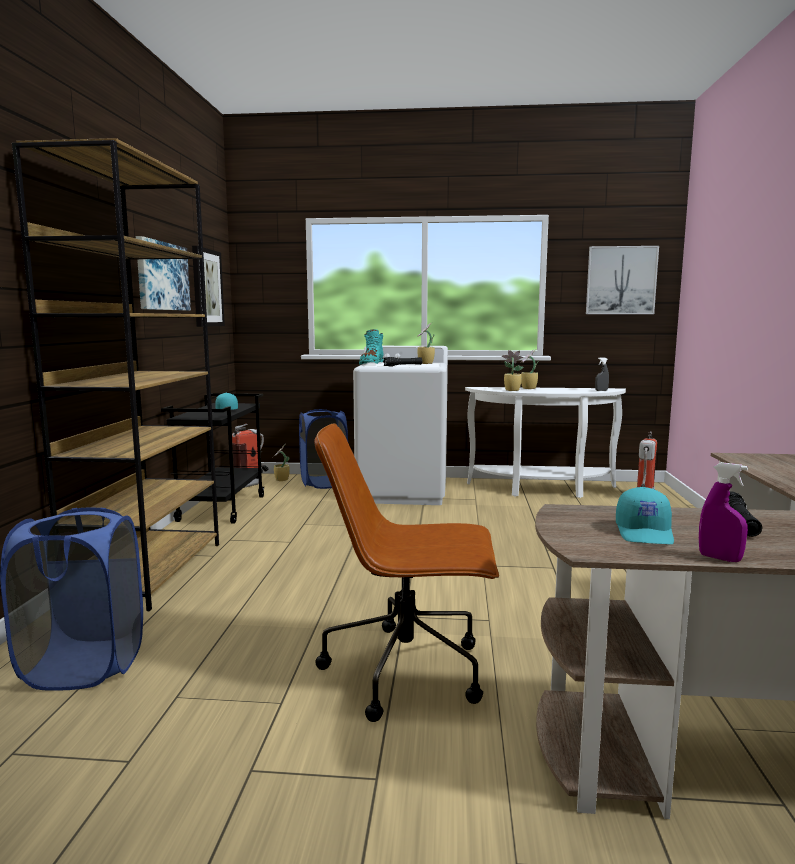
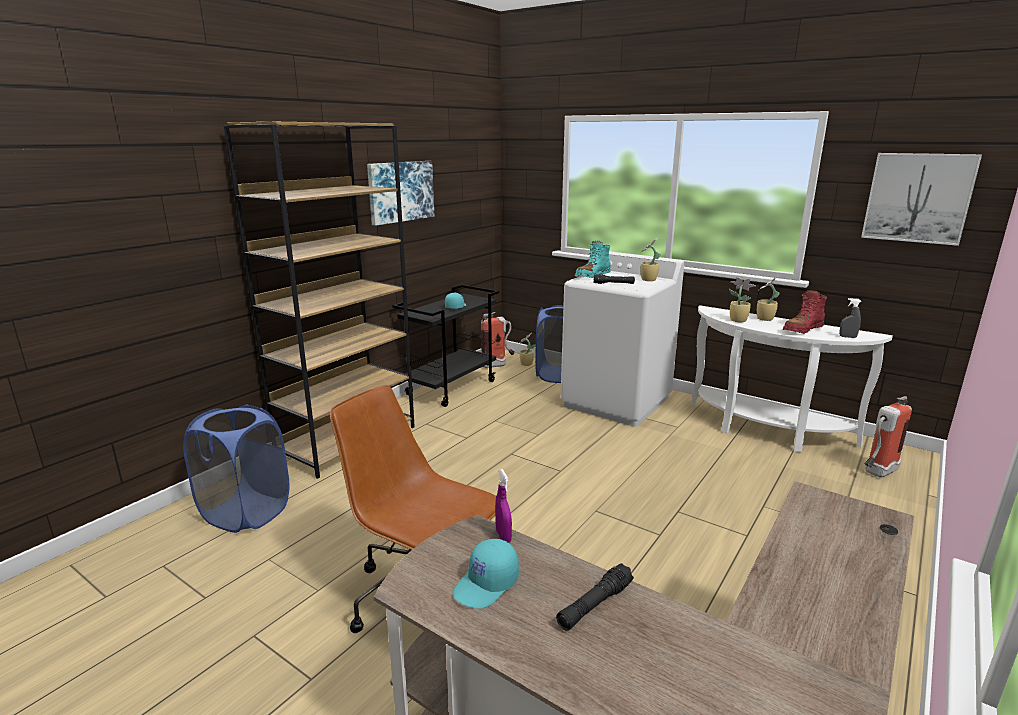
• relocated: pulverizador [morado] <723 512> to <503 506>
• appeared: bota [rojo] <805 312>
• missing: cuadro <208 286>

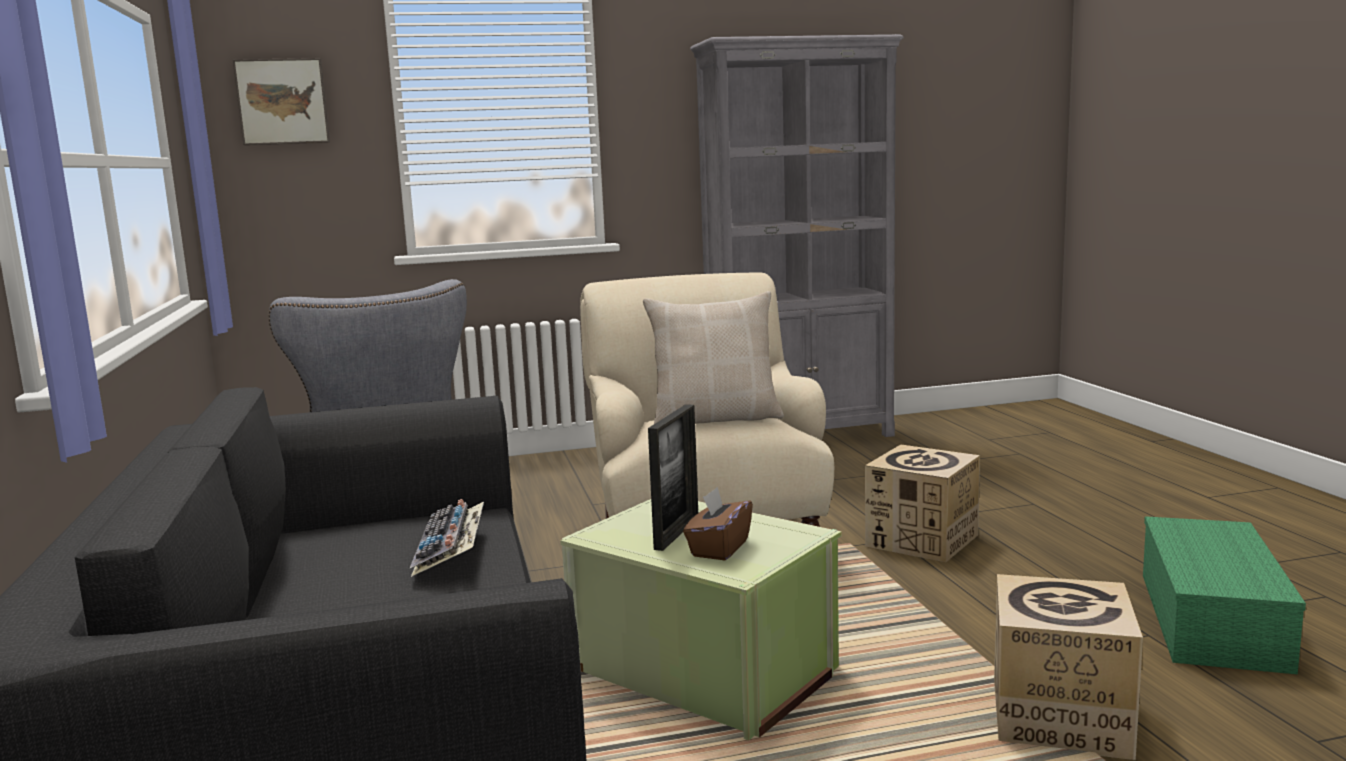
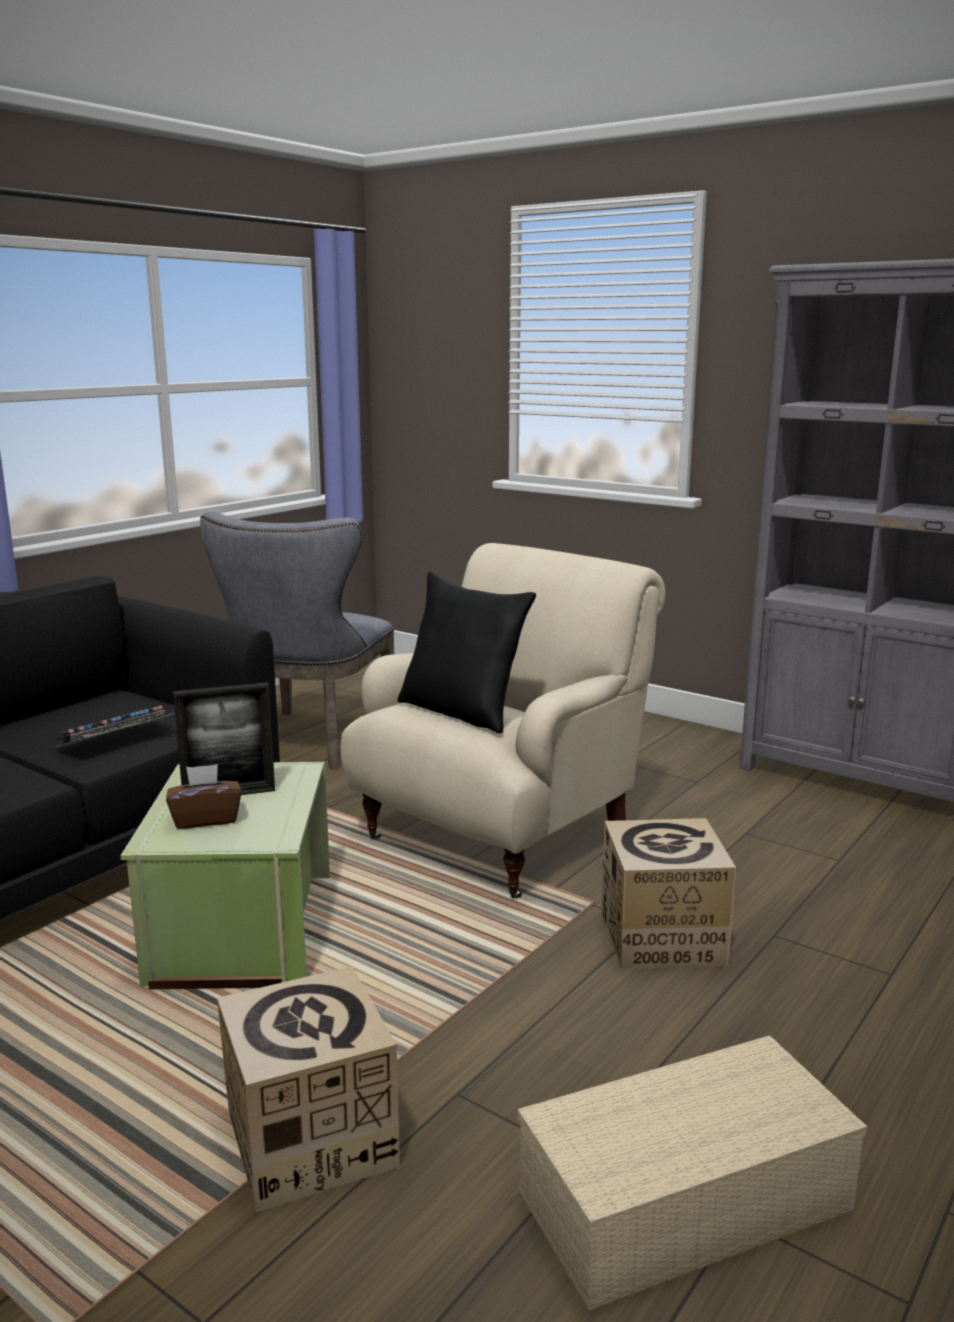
• colour: cojín [beis] <713 357> to cojín [negro] <466 652>
• colour: caja de almacenaje [verde] <1224 595> to caja de almacenaje [beis] <692 1172>
• missing: cuadro <281 101>

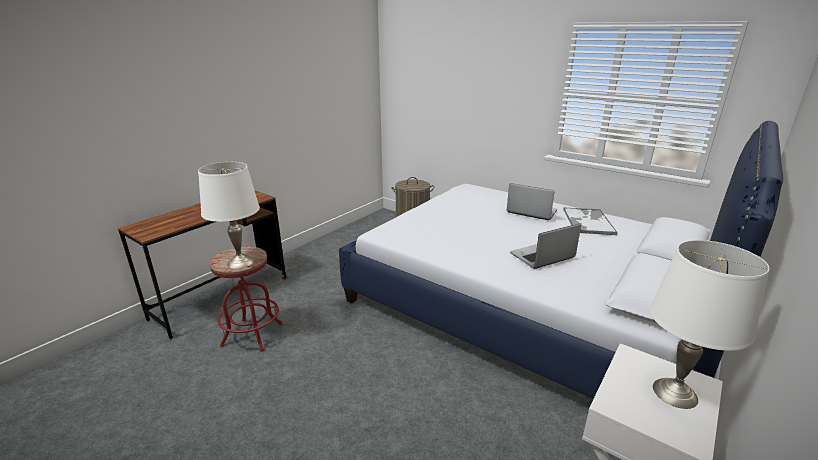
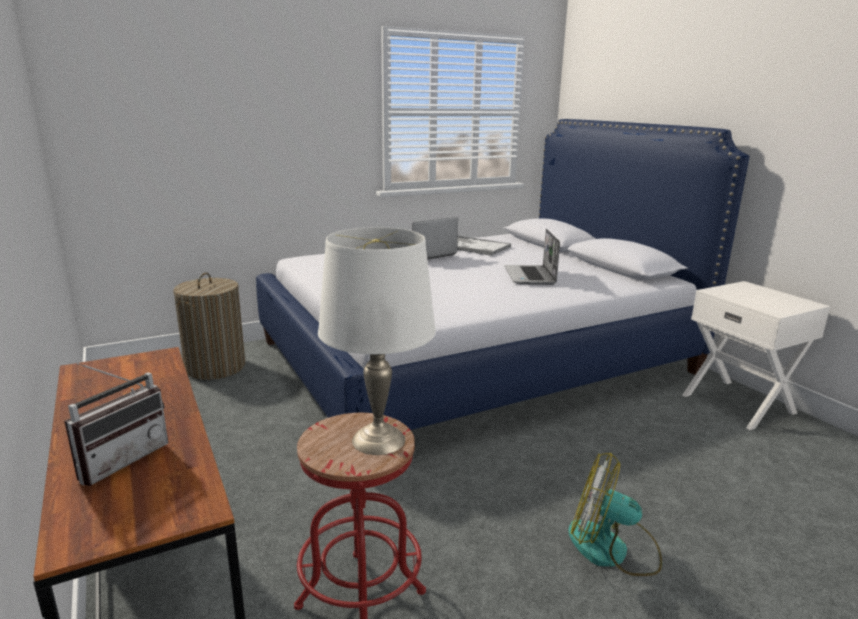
• appeared: radio <116 424>
• appeared: ventilador <615 514>
• missing: lámpara de mesa [blanco] <709 324>

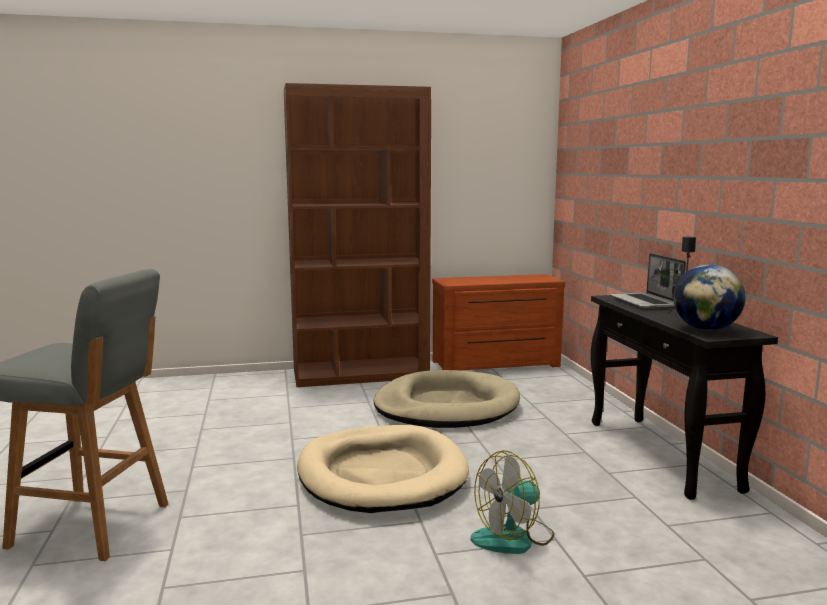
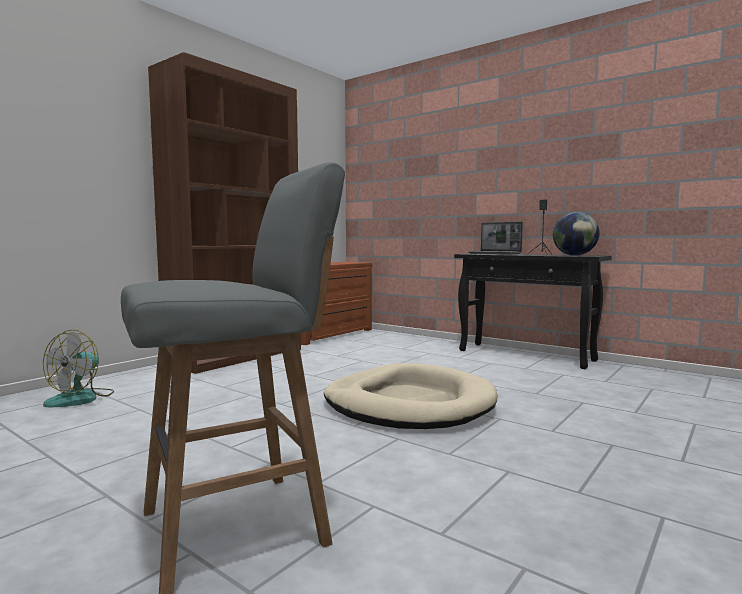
• relocated: ventilador <513 502> to <78 368>
• missing: cama para perro [beis] <447 399>

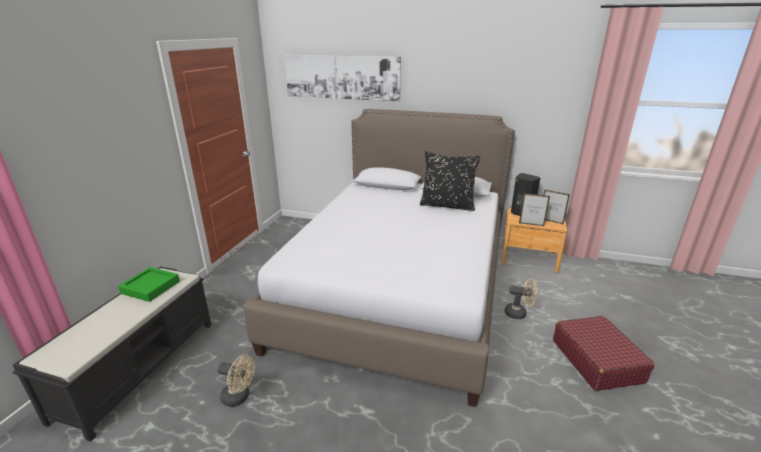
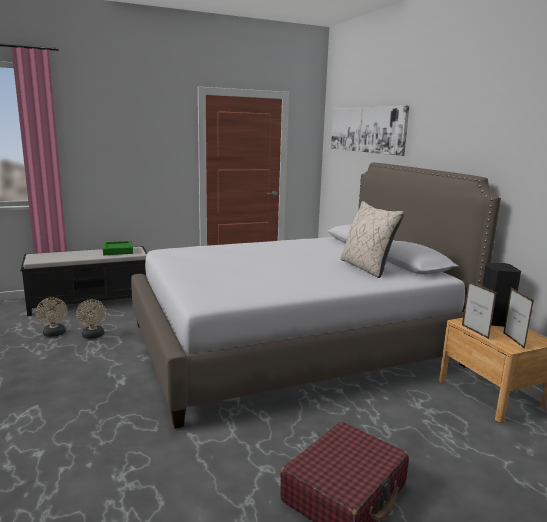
• relocated: ventilador [beis] <521 298> to <52 317>
• colour: cojín [negro] <450 181> to cojín [beis] <372 239>

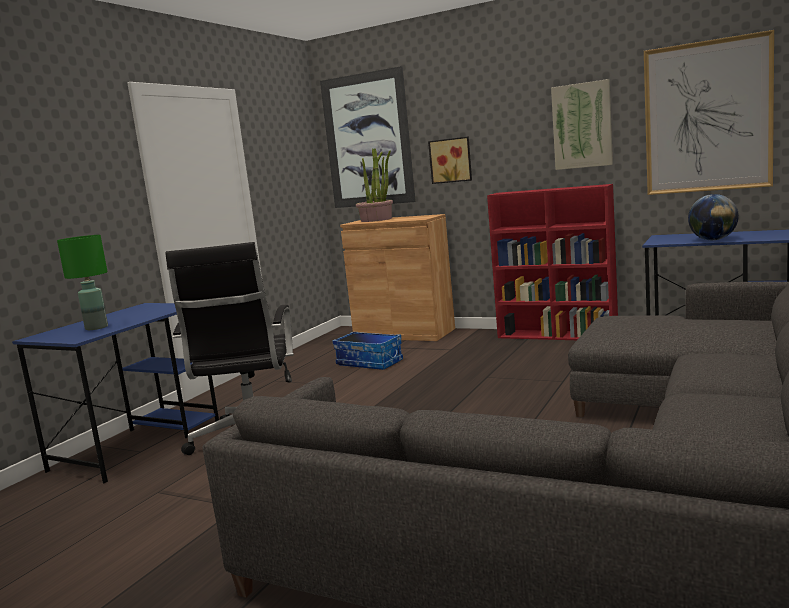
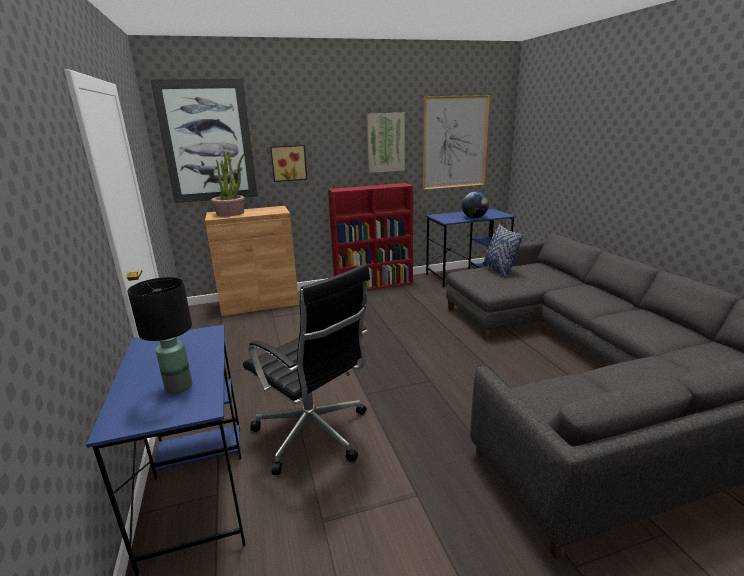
• colour: lámpara de mesa [verde] <82 282> to lámpara de mesa [negro] <159 335>
• appeared: cojín [azul] <503 251>
• missing: caja de almacenaje <367 351>

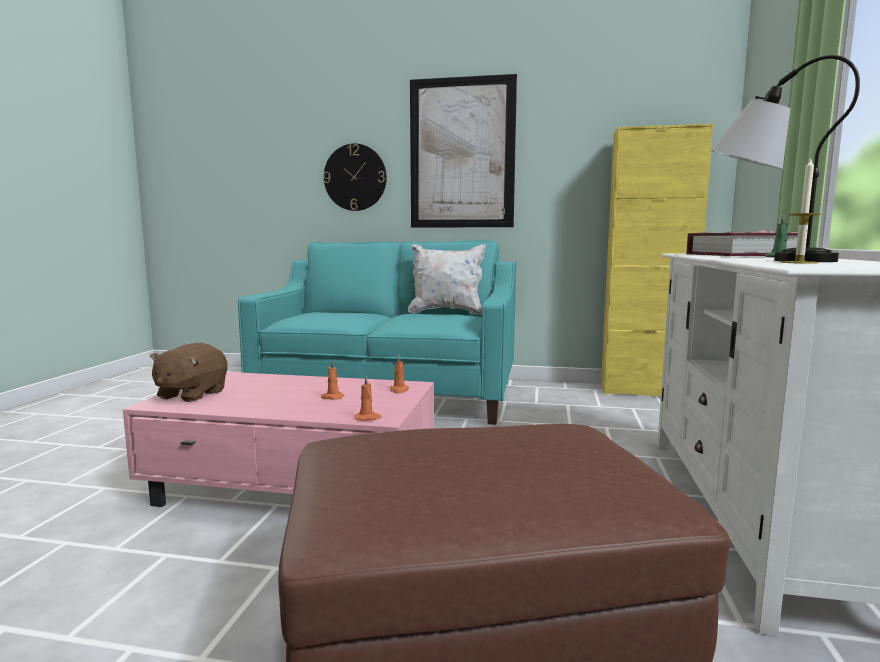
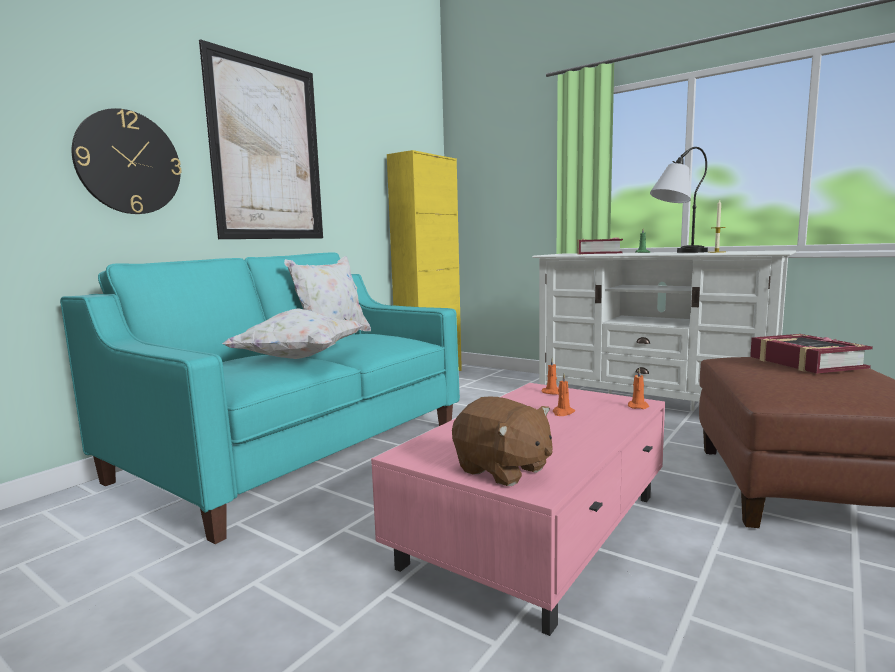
• appeared: cojín [blanco] <292 333>
• appeared: libro <811 353>

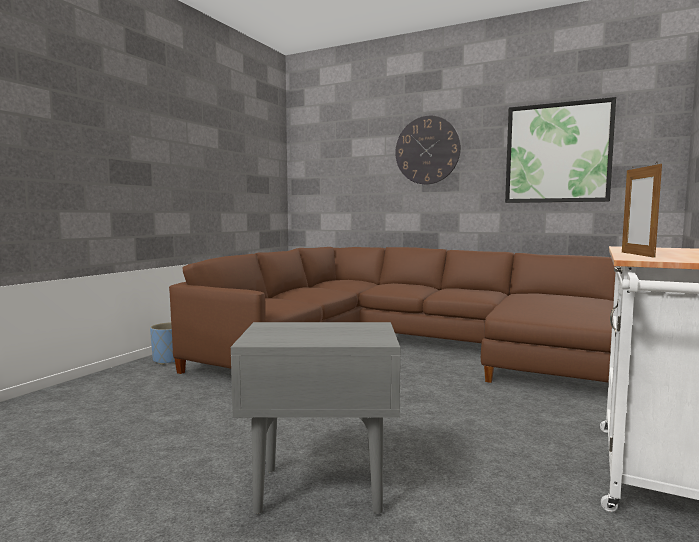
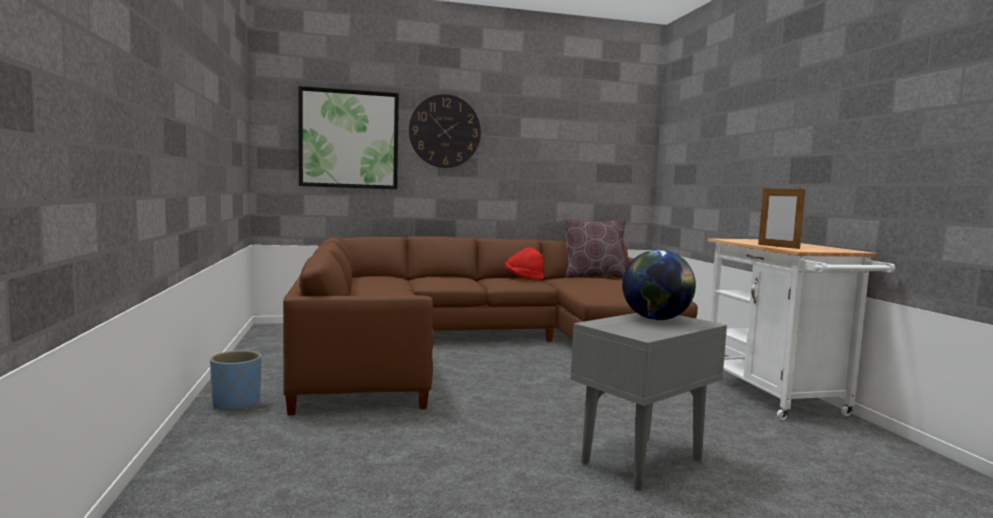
• relocated: cuadro <560 150> to <348 137>
• appeared: sombrero [rojo] <524 263>
• appeared: cojín [marrón] <595 248>
• appeared: globo terráqueo <659 285>

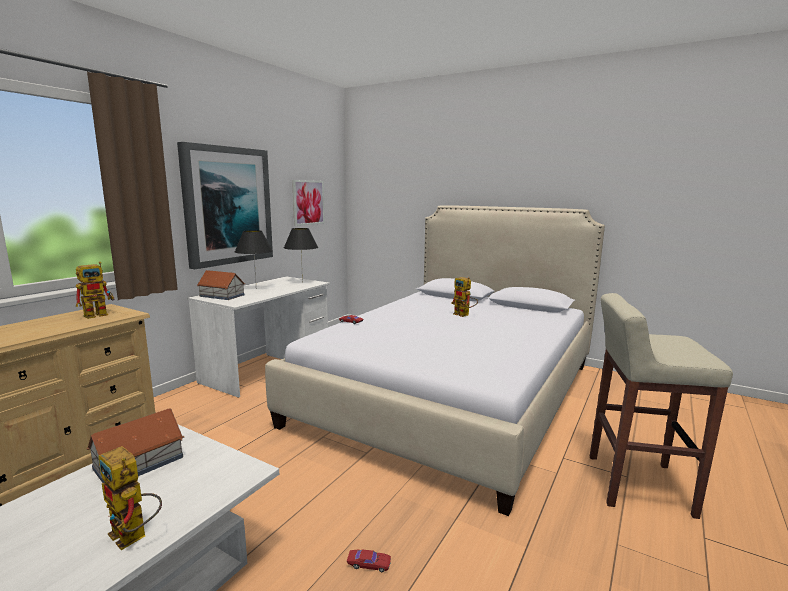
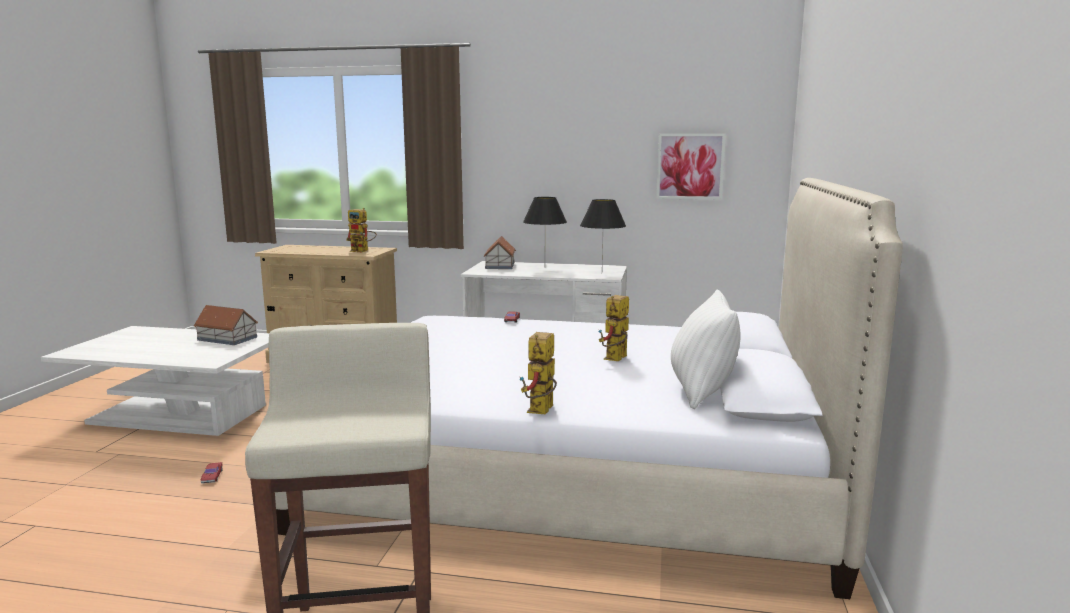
• relocated: robot de juguete <130 498> to <538 373>
• appeared: cojín [blanco] <706 349>
• missing: cuadro <225 205>

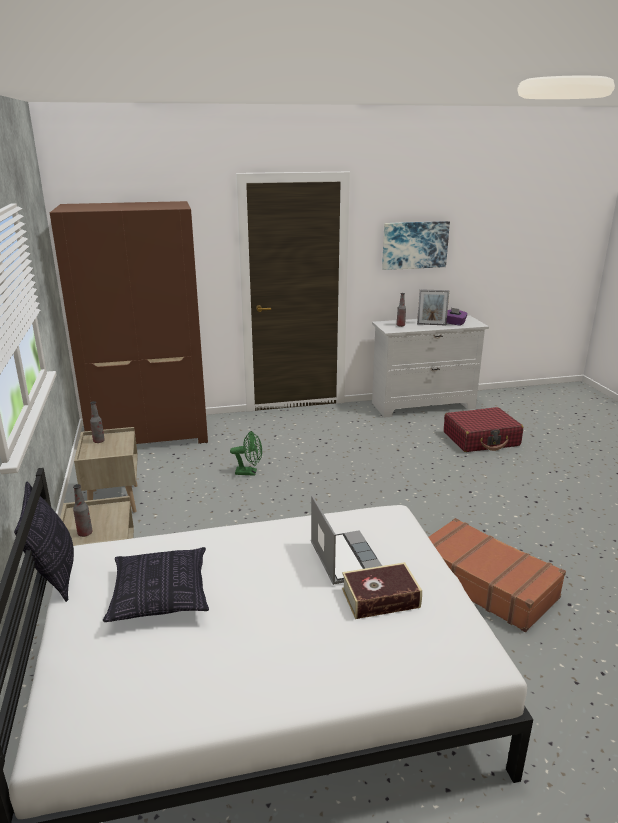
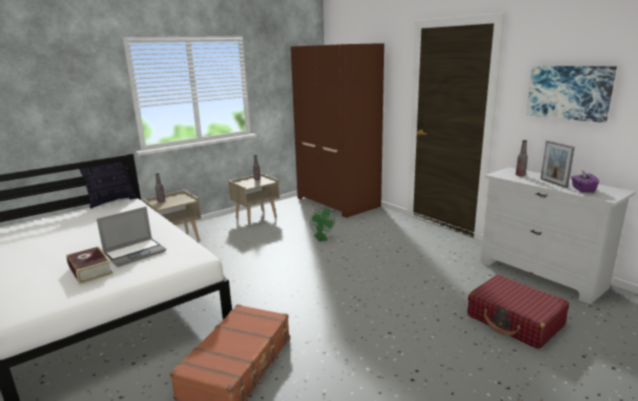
• missing: cojín <156 584>

